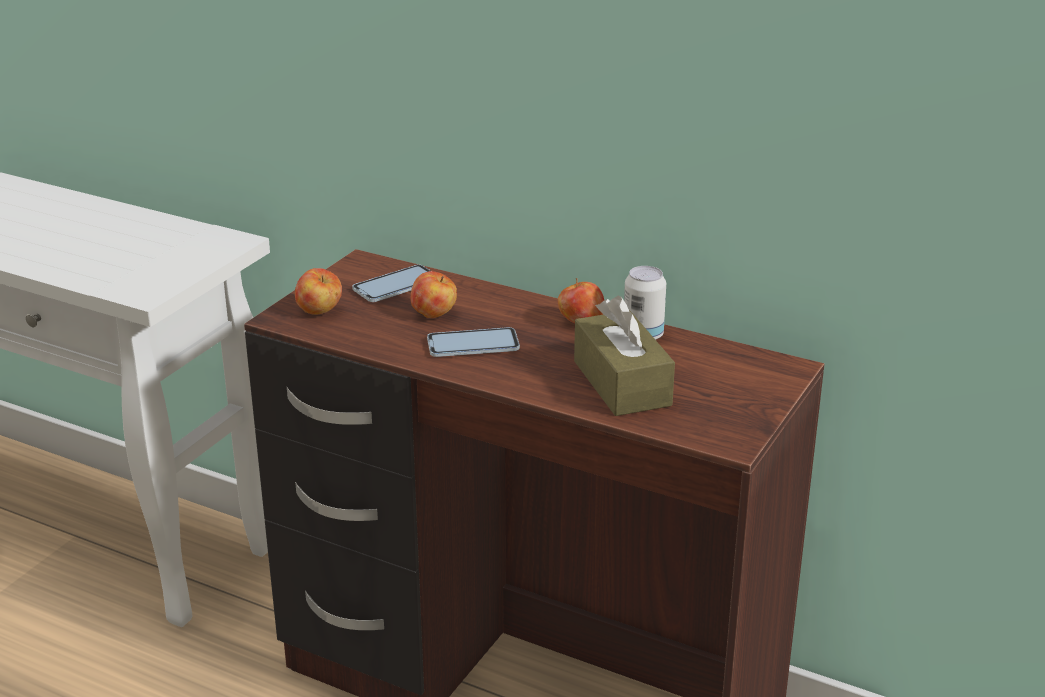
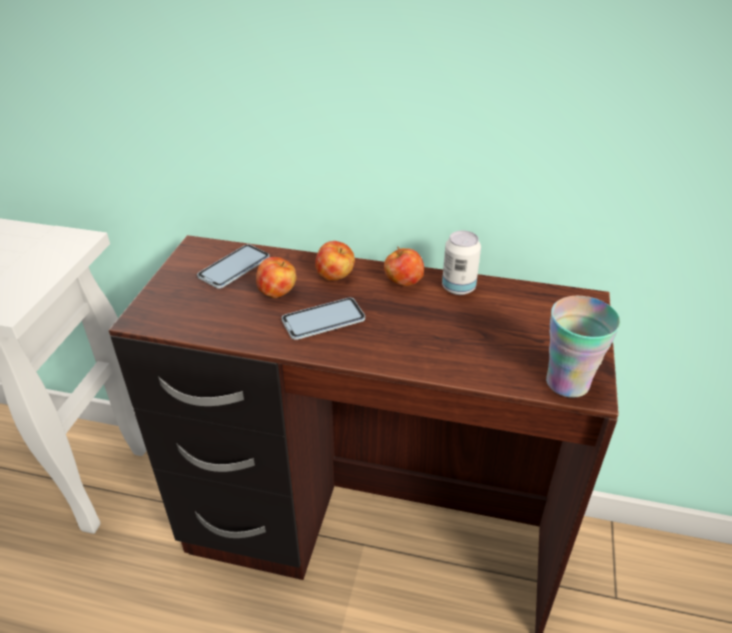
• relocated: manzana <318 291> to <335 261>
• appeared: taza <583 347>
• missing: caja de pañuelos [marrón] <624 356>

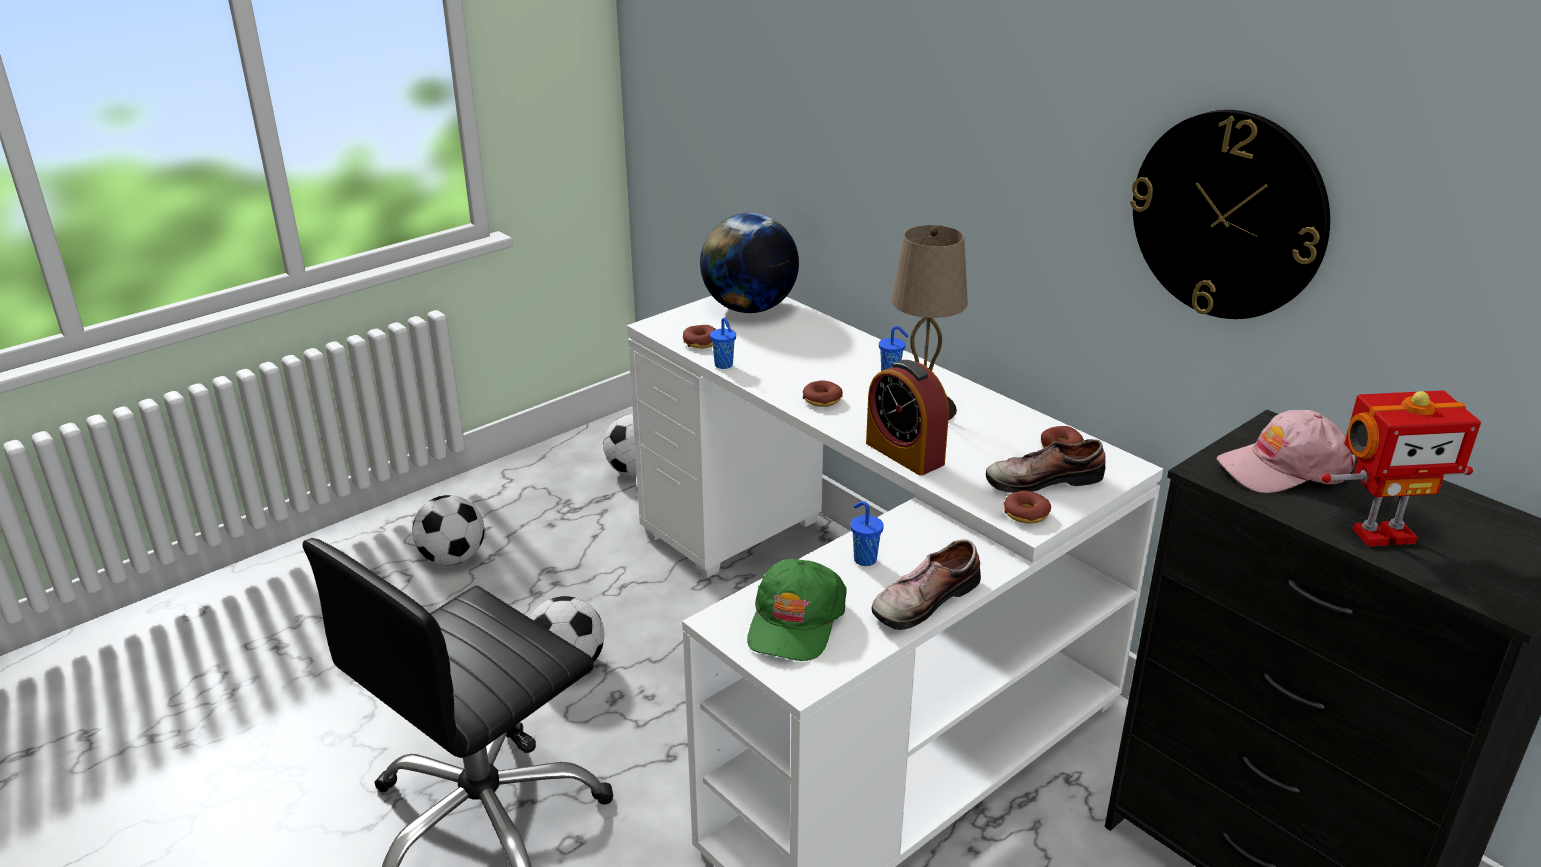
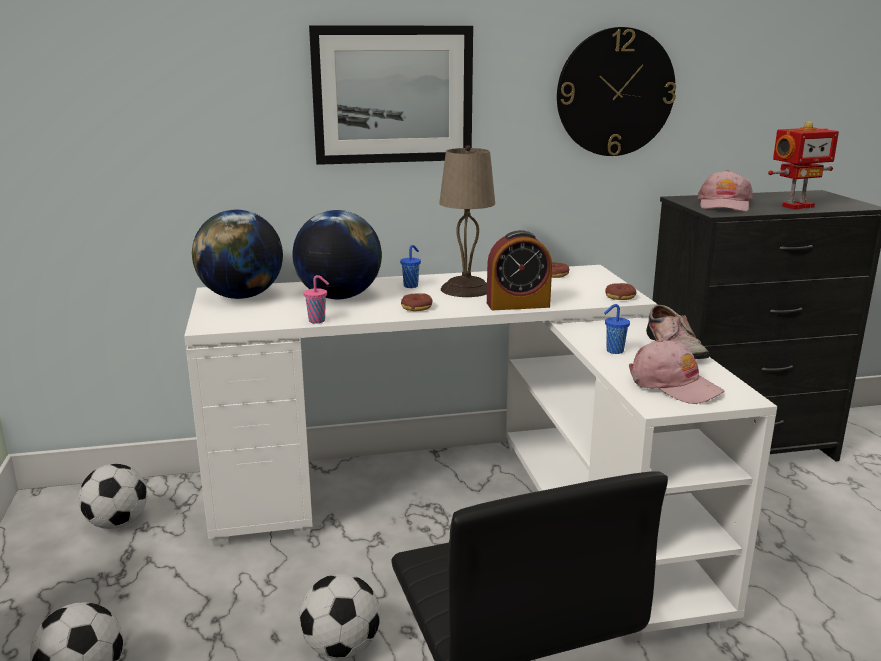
• appeared: globo terráqueo <337 254>
• colour: taza [azul] <723 343> to taza [rosa] <316 299>
• appeared: cuadro <391 95>
• colour: gorra [verde] <797 610> to gorra [rosa] <676 371>
• spun: robot de juguete <1401 468> = <803 165> 45 degrees clockwise
• missing: rosquilla <699 336>
• missing: zapato <1046 466>

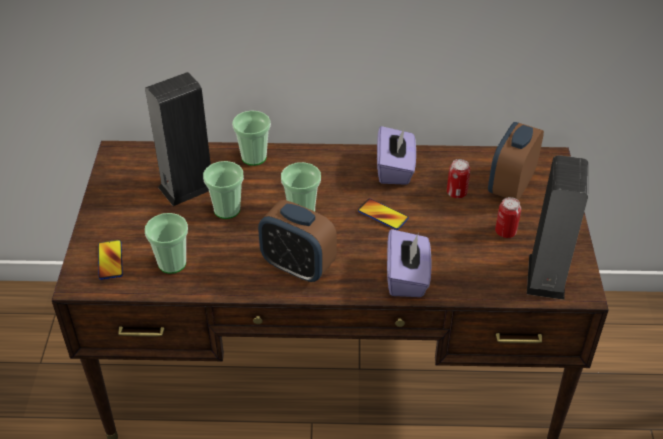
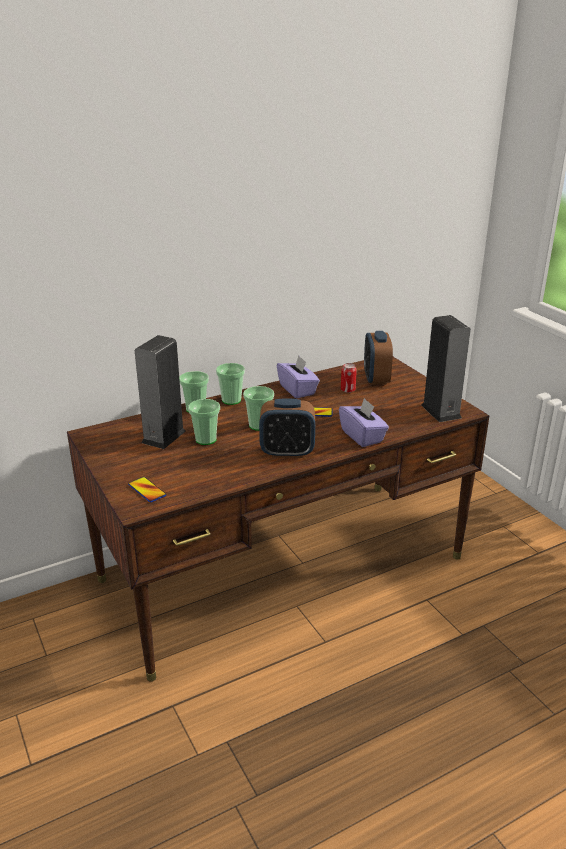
• relocated: taza <166 243> to <230 384>
• missing: lata <508 217>

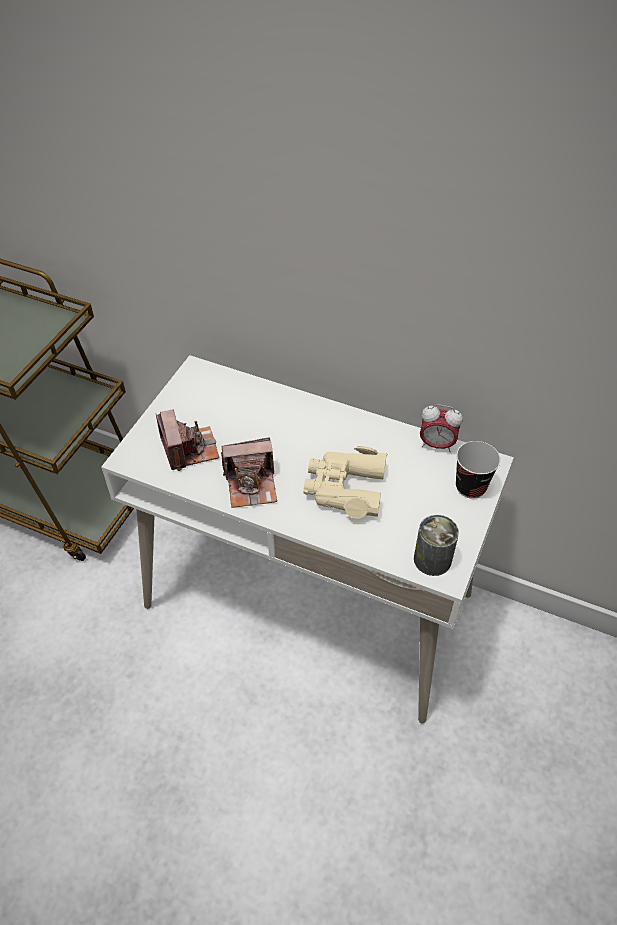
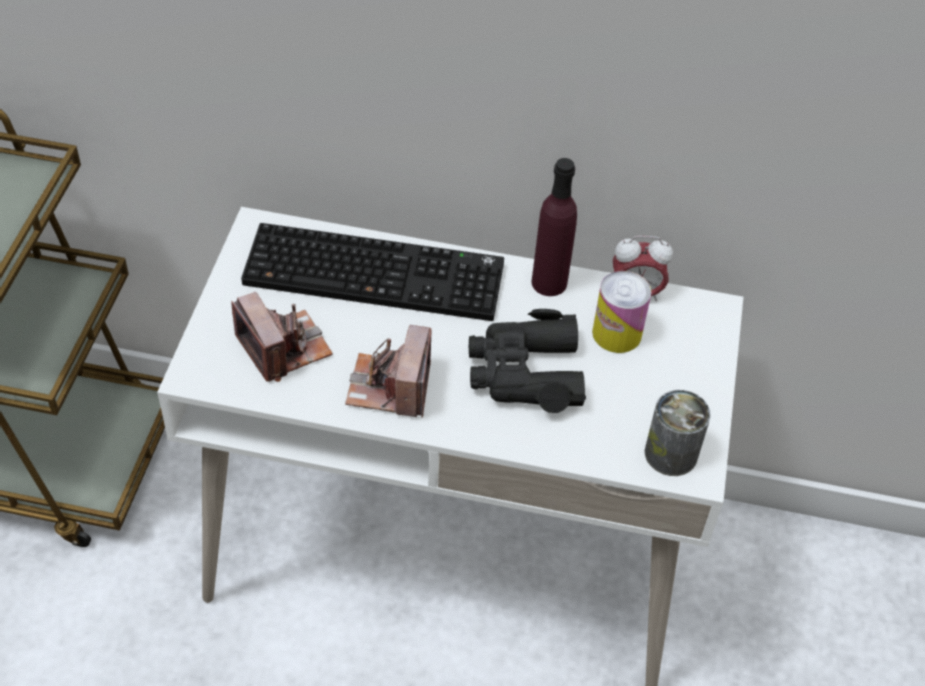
• appeared: teclado <372 272>
• spun: cámara <249 472> = <388 371> 120 degrees clockwise
• colour: prismáticos [beis] <345 482> to prismáticos [negro] <527 361>
• appeared: botella [morado] <554 227>
• appeared: lata <622 312>
• missing: taza <478 470>

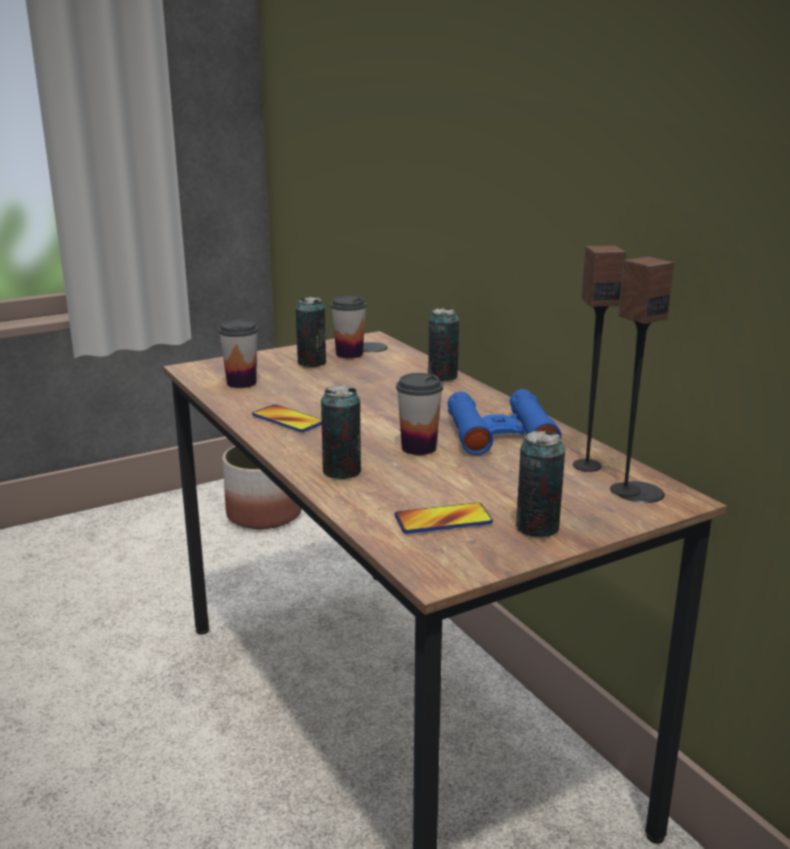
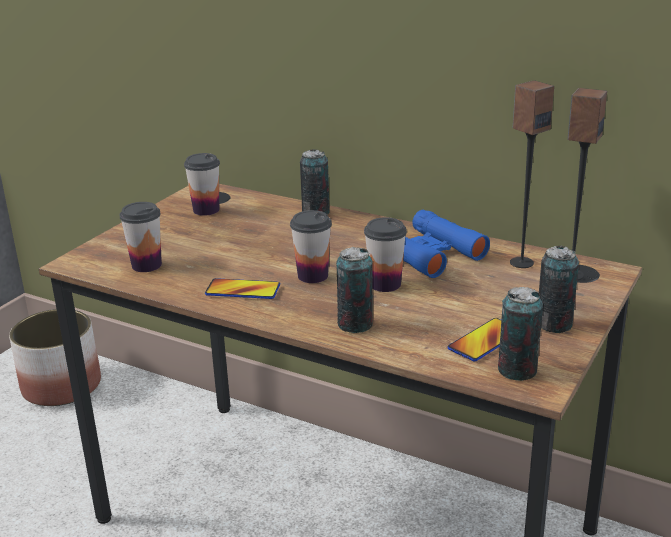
• appeared: taza <311 246>
• relocated: lata <311 332> to <520 334>

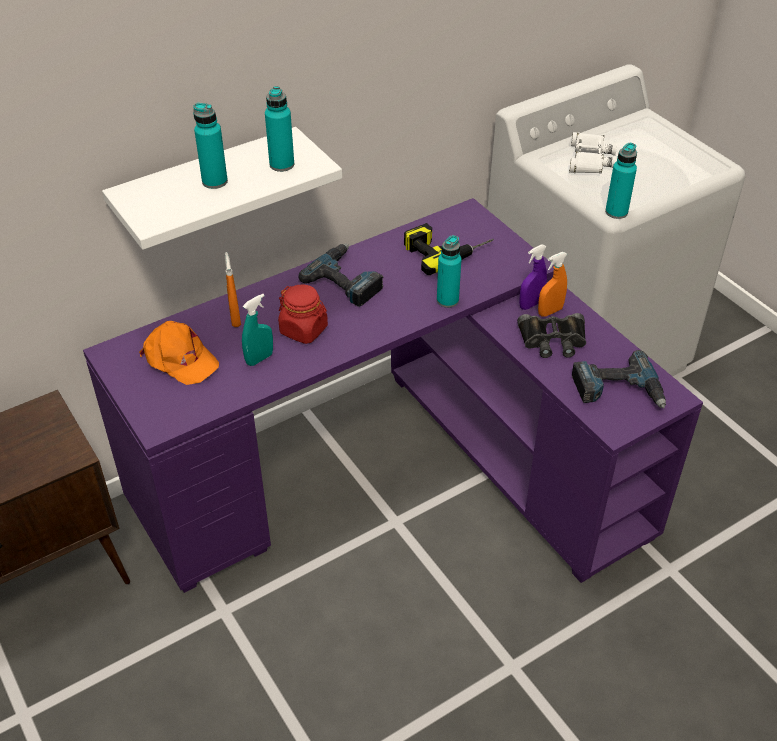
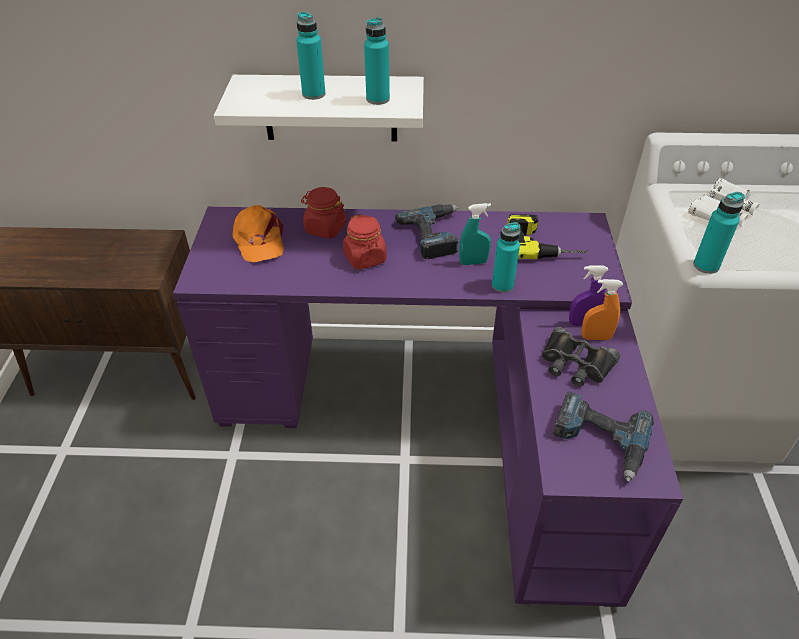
• exchanged: pulverizador [naranja] <233 289> to tarro [rojo] <323 213>
• relocated: pulverizador [turquesa] <257 330> to <475 234>

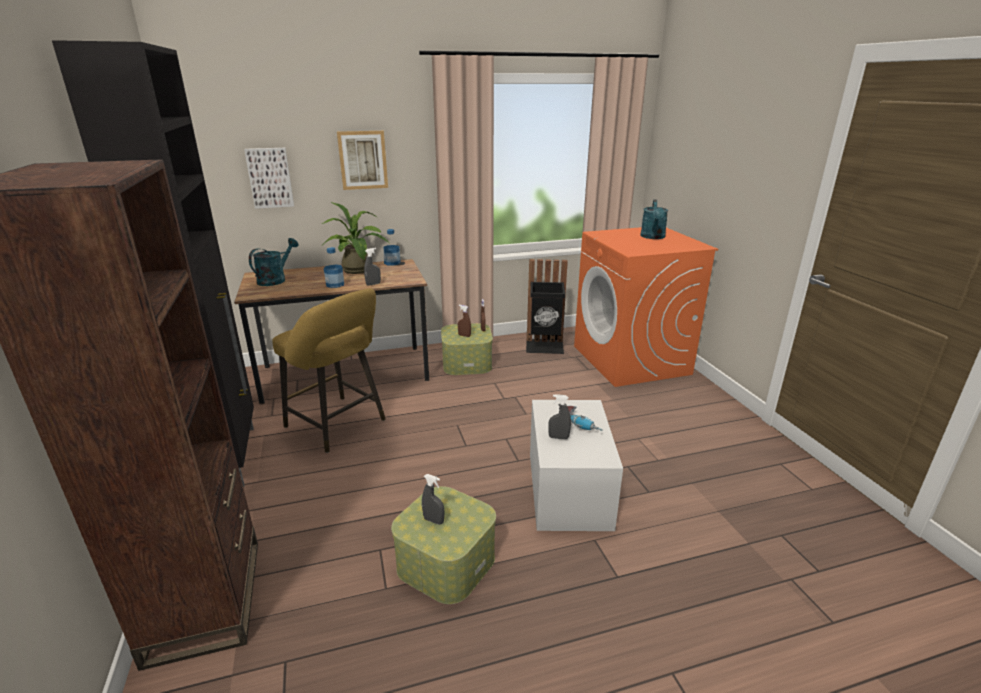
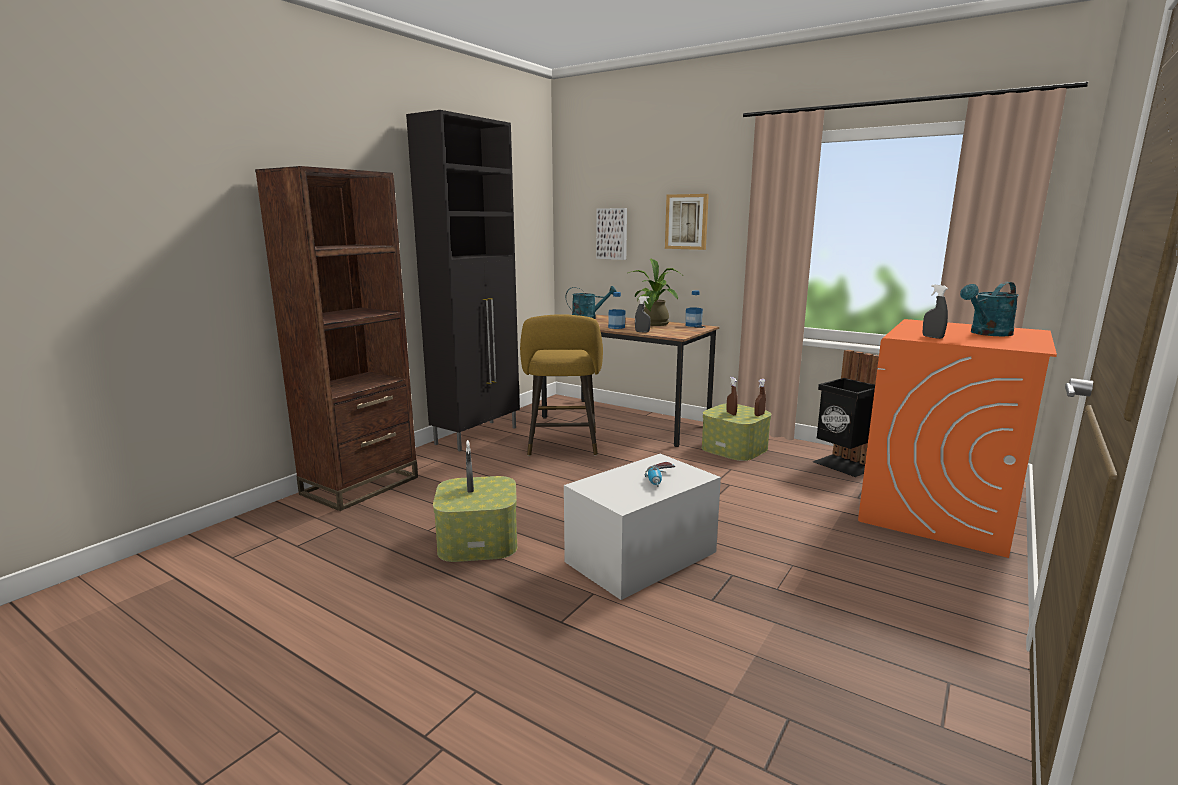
• relocated: pulverizador [gris] <559 416> to <935 312>

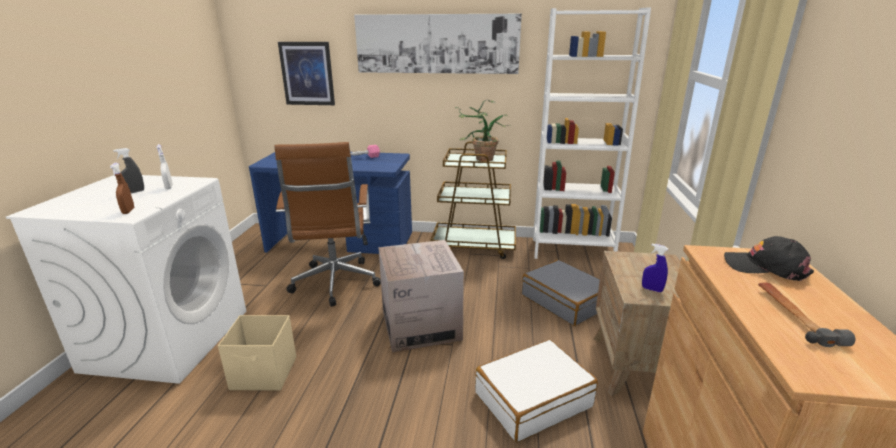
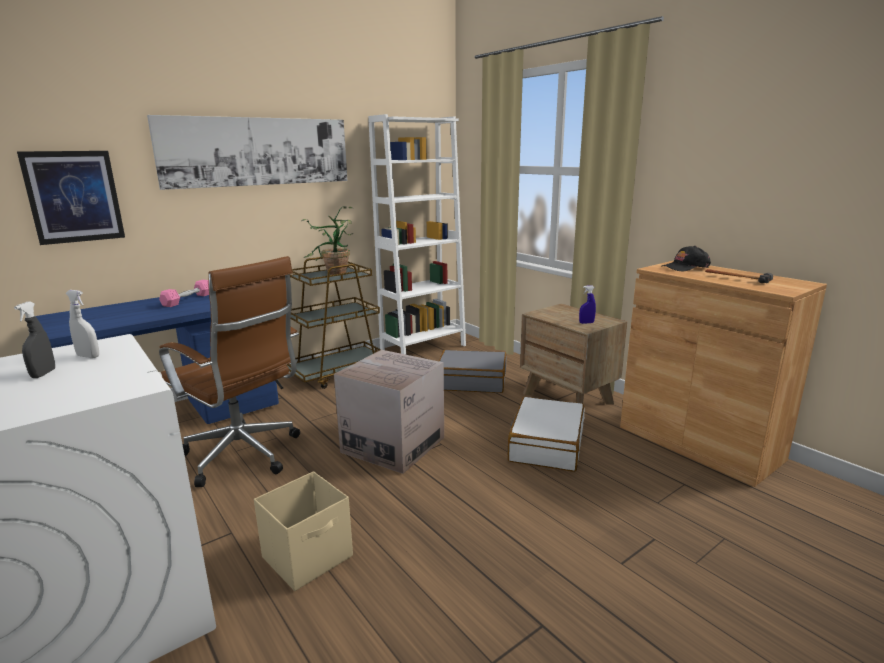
• missing: pulverizador [marrón] <122 188>

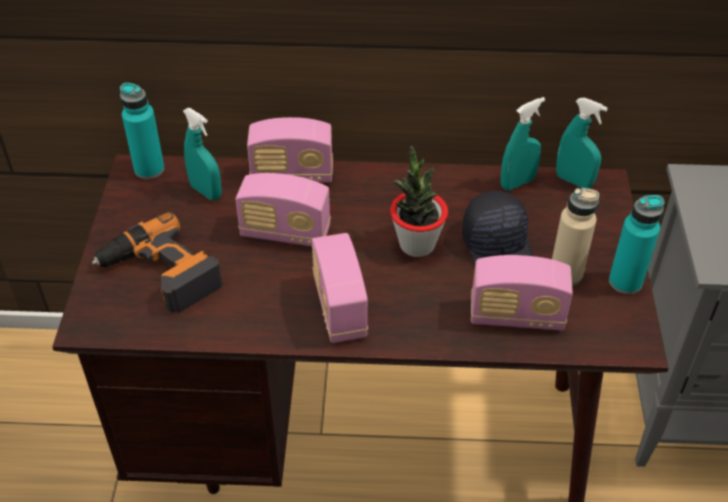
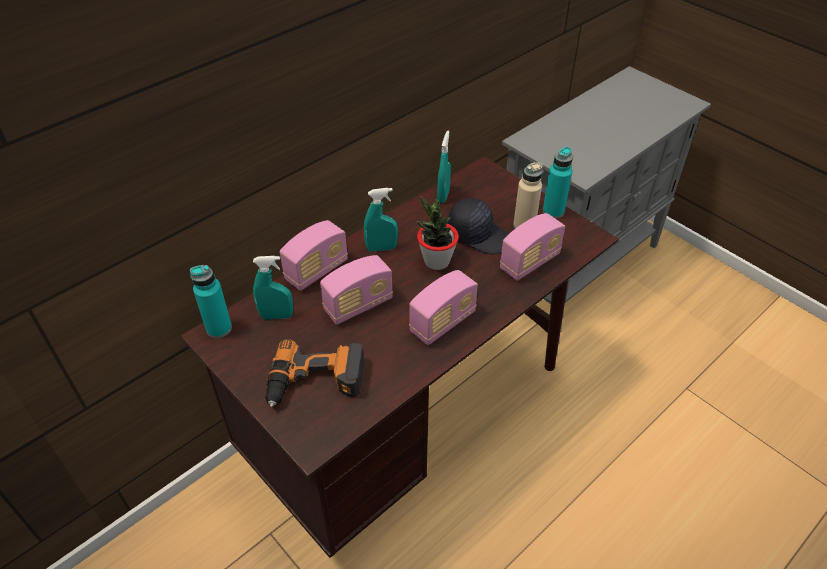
• relocated: pulverizador [turquesa] <582 142> to <381 220>
• spun: radio <340 288> = <443 307> 75 degrees counterclockwise

